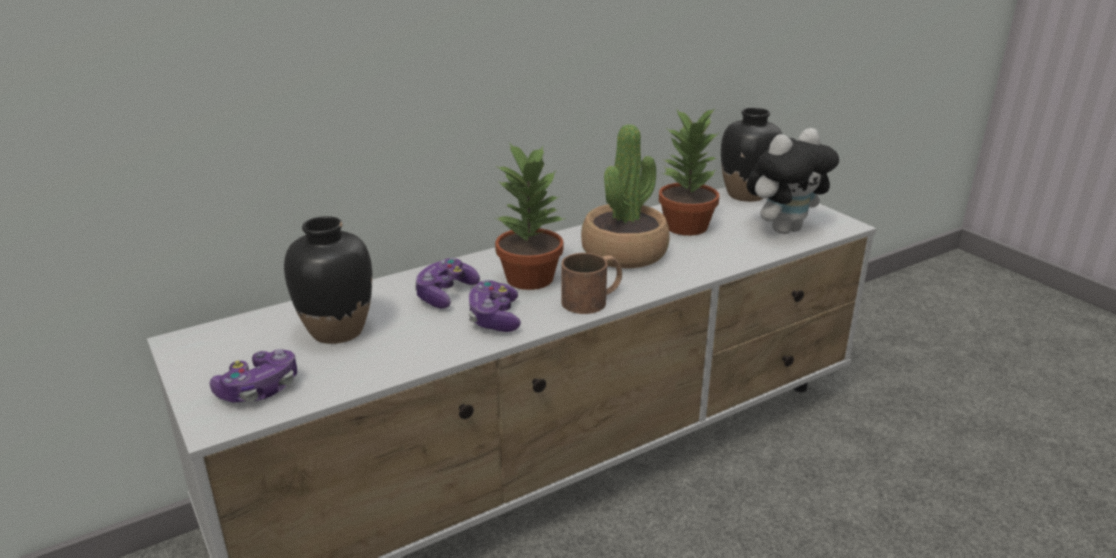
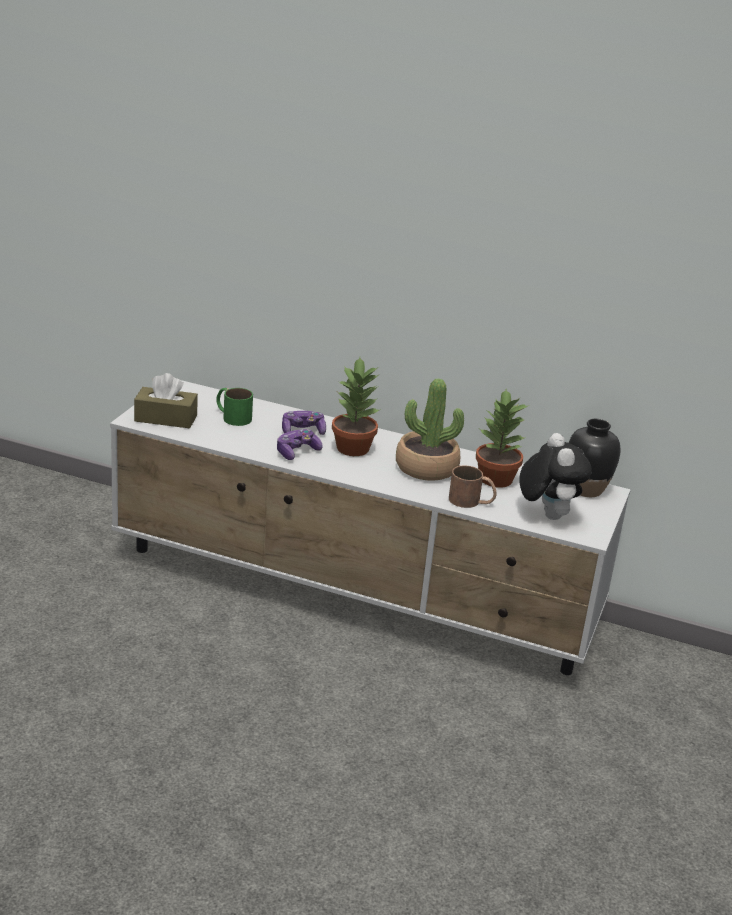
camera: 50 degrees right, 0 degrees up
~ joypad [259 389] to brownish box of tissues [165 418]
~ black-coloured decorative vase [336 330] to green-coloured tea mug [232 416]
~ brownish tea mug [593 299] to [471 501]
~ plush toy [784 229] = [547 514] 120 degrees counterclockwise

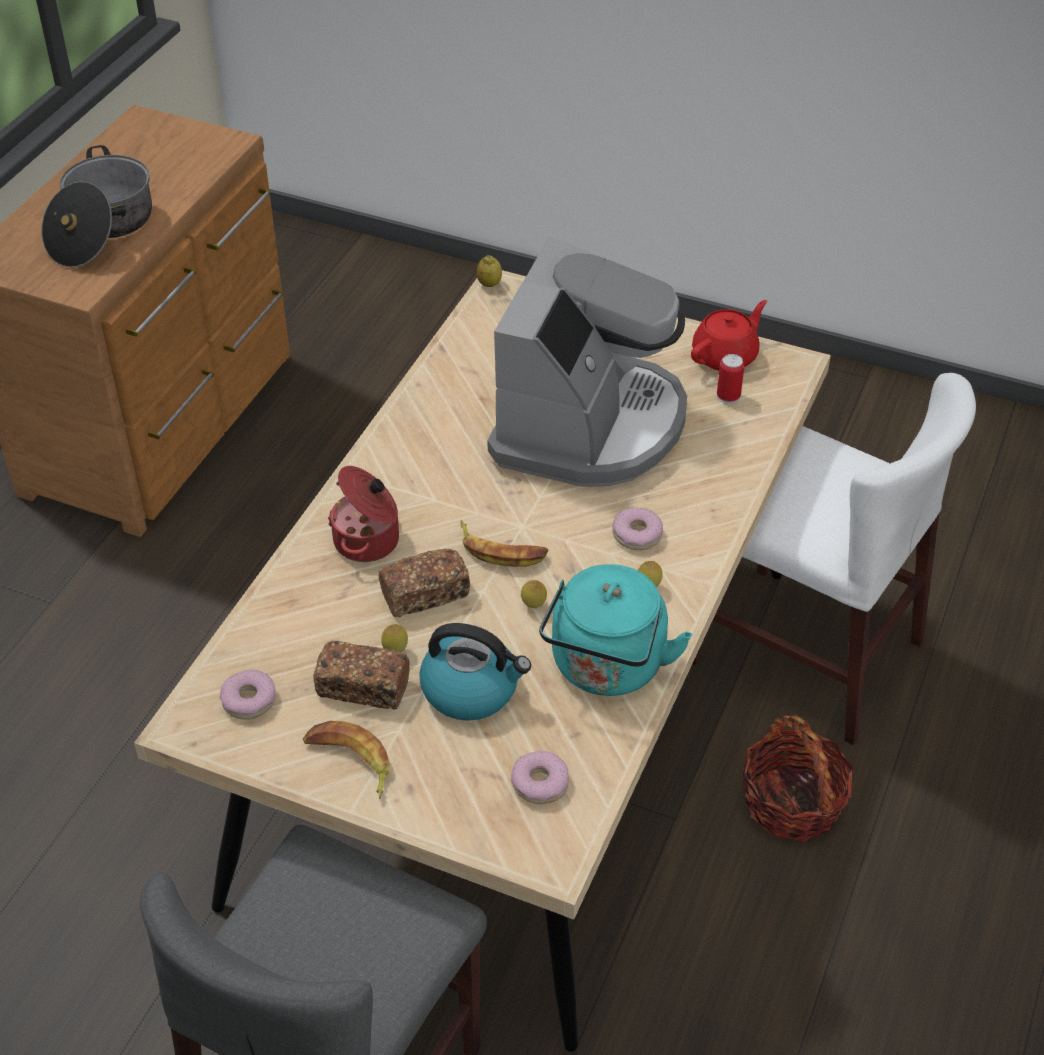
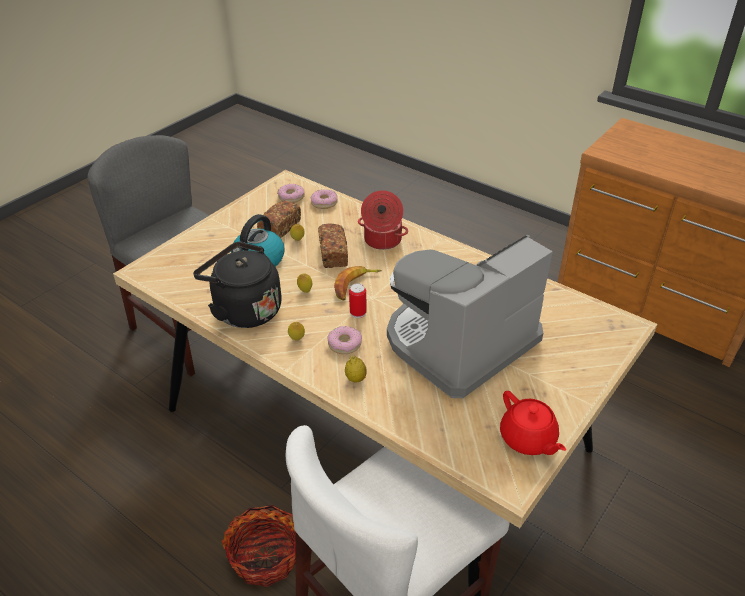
camera: 105 degrees right, 5 degrees down
~ turquoise tea kettle [607 669] to black-coloured tea kettle [244 310]
~ donut [540 783] to [324 203]
~ whole lemon [489 284] to [356 379]
~ can [728 396] to [358 313]
~ coffee machine [589 425] = [459 343] 105 degrees clockwise
- cooking pot [101 229]
- banana fruit [349 762]

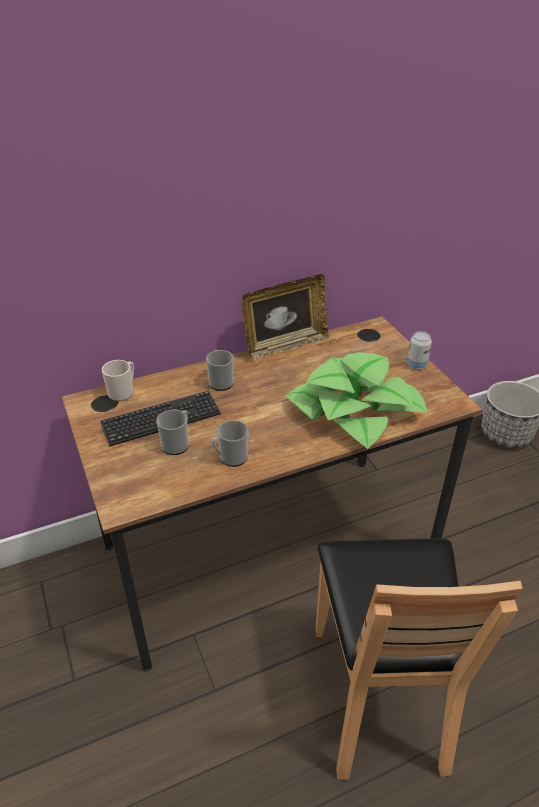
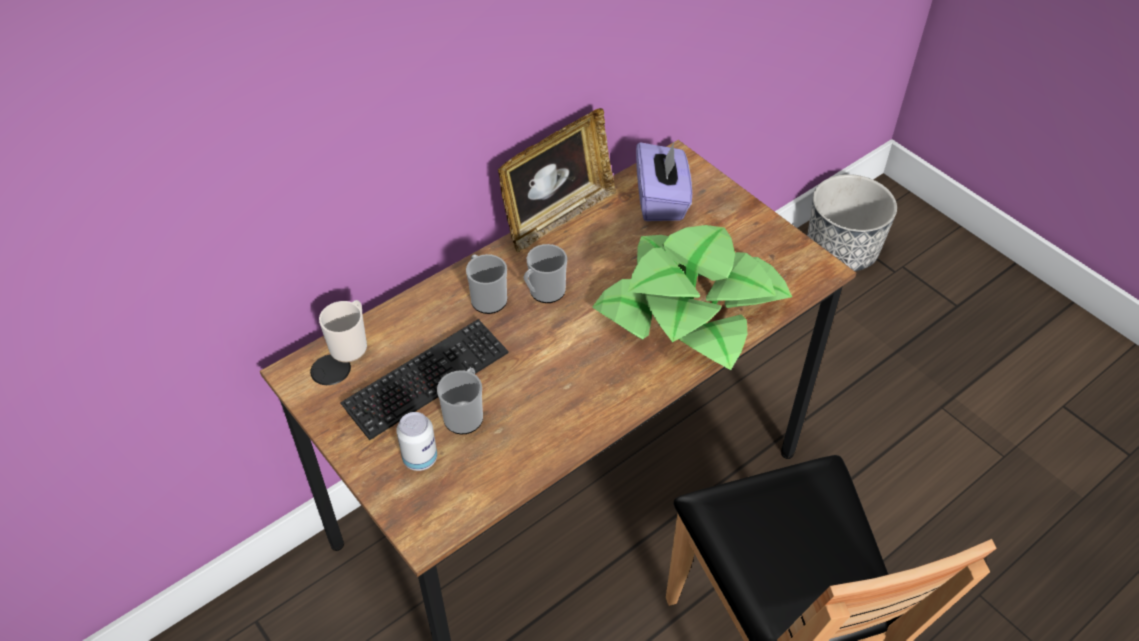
camera: 15 degrees left, 10 degrees up
~ can [416 365] to [420 458]
~ tea mug [230 458] to [544 292]
+ purple box of tissues [661 200]

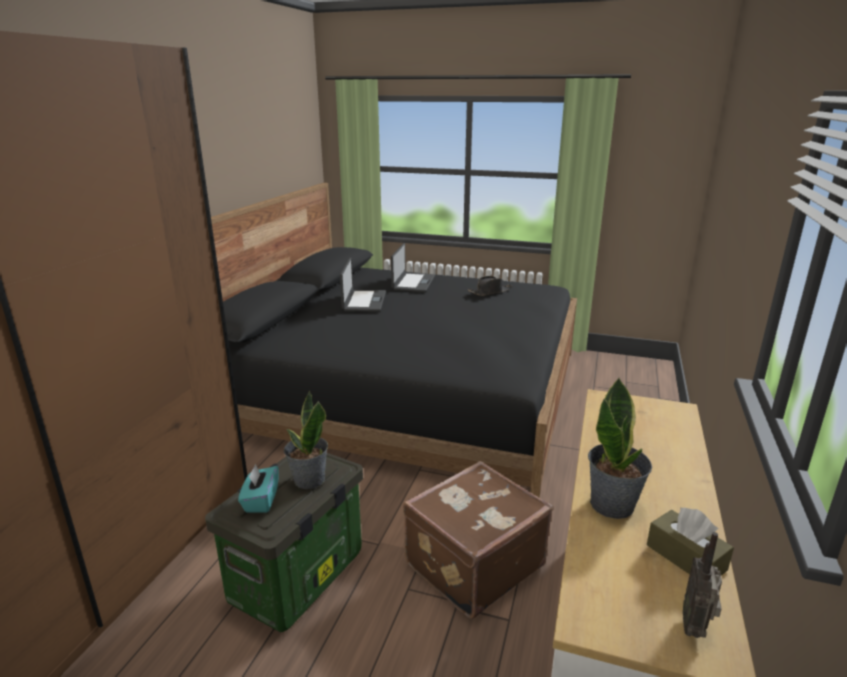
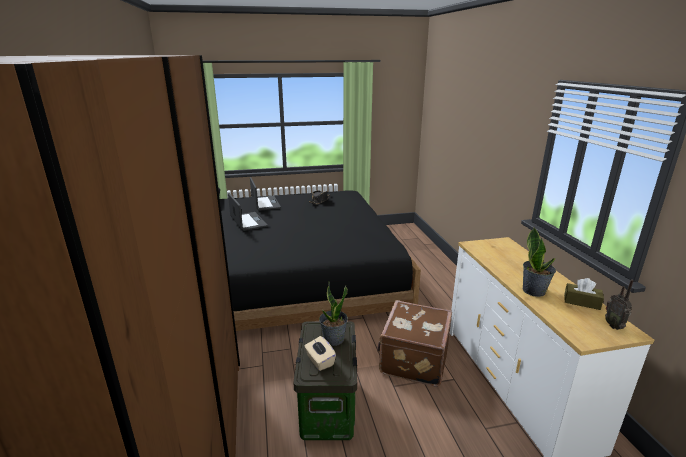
camera: 30 degrees left, 0 degrees up
~ turquoise box of tissues [261 500] to beige-coloured box of tissues [319 361]

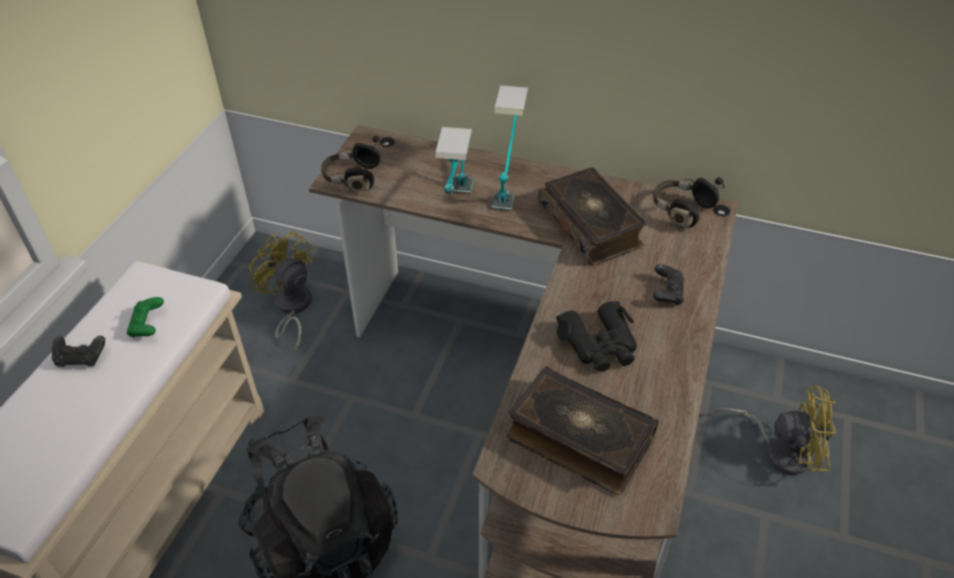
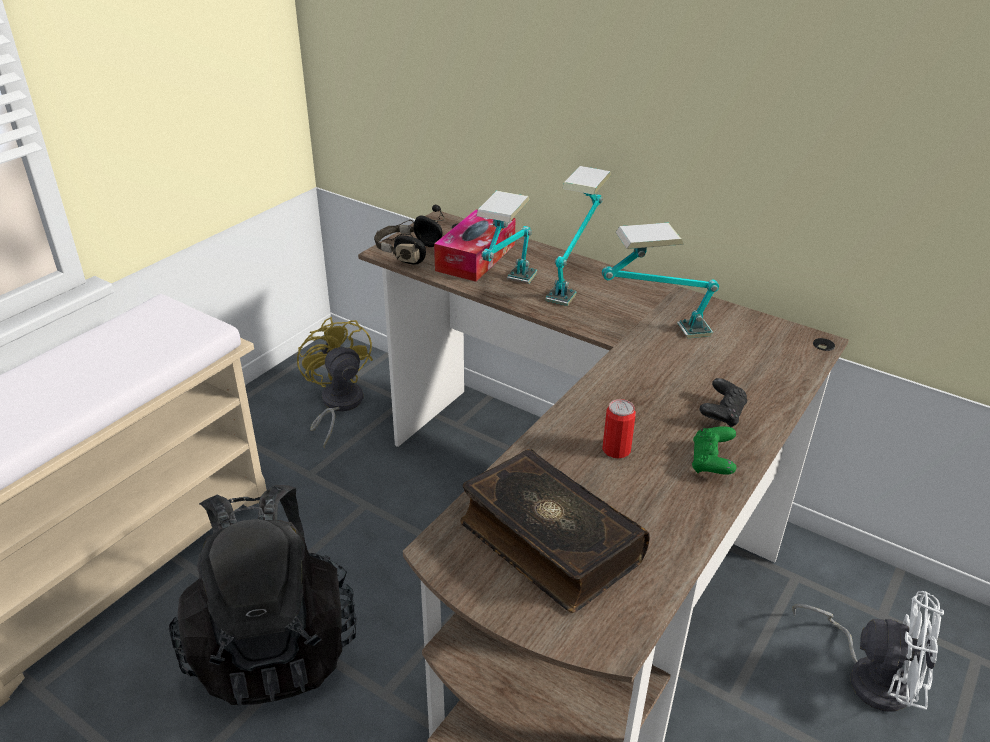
camera: 15 degrees right, 10 degrees down
+ box of tissues [476 257]
~ bound book [590 226] to tabletop lamp [654 334]
~ black-coloured pair of binoculars [599 344] to can [616 450]
~ green-coloured joypad [148 326] to [712 462]
~ yellow cooling fan [779 449] to whitish cooling fan [870 675]
- black-coloured joypad [81 358]
- black-coloured pair of headphones [681 210]

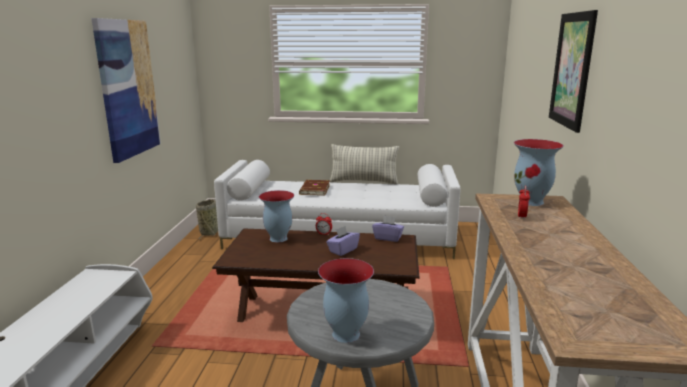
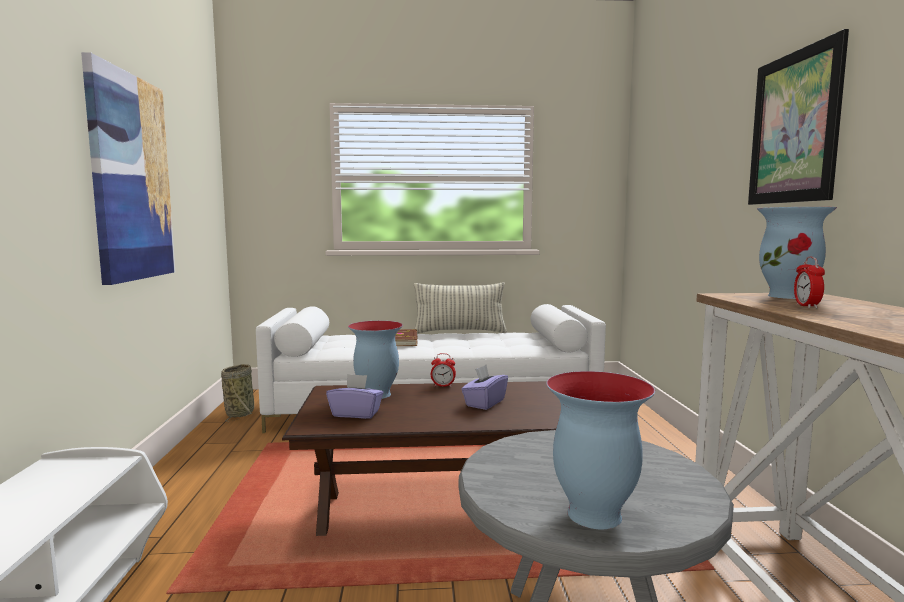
camera: 10 degrees left, 10 degrees down
~ purple box of tissues [388 238] to [356 413]

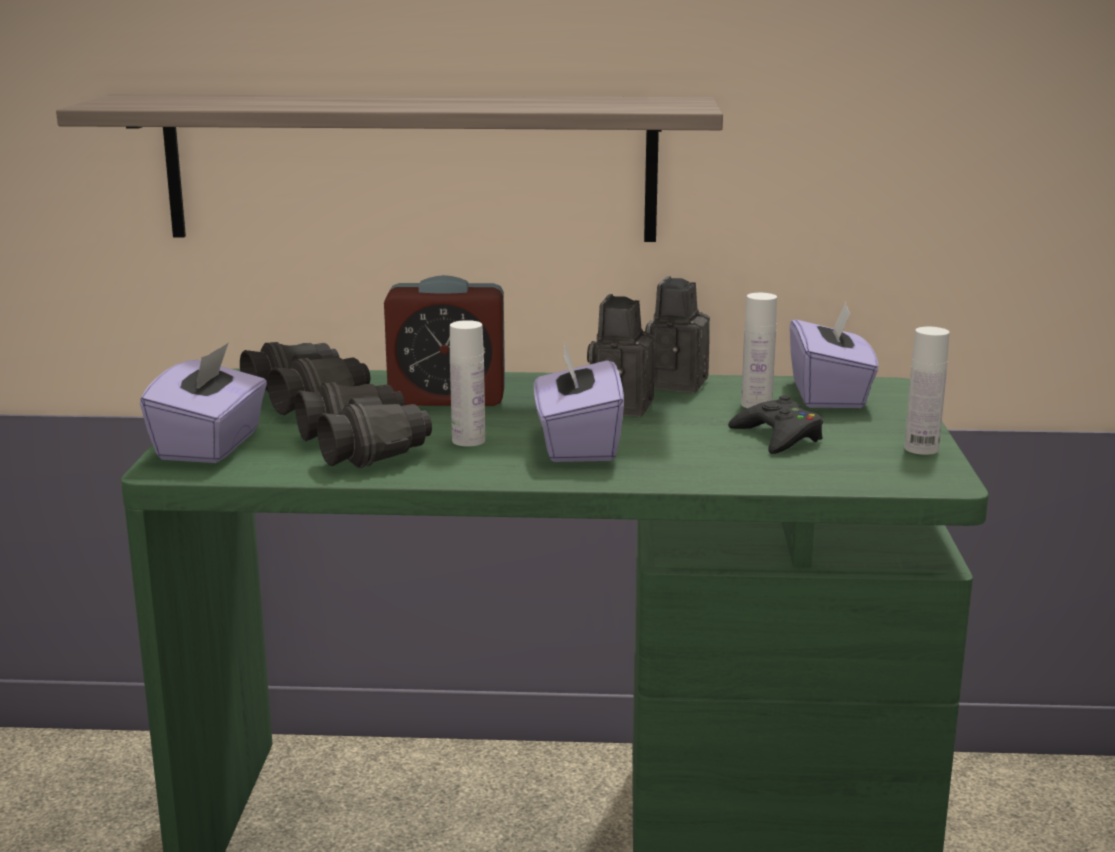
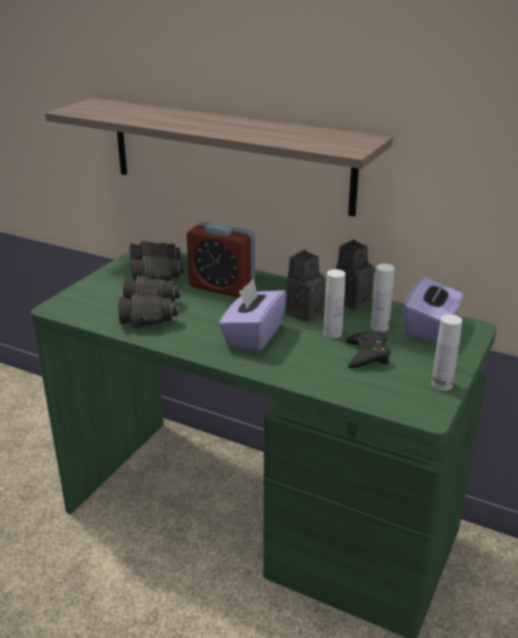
camera: 25 degrees right, 10 degrees up
~ whitish bottle [468 440] to [332 333]
- purple box of tissues [211 445]

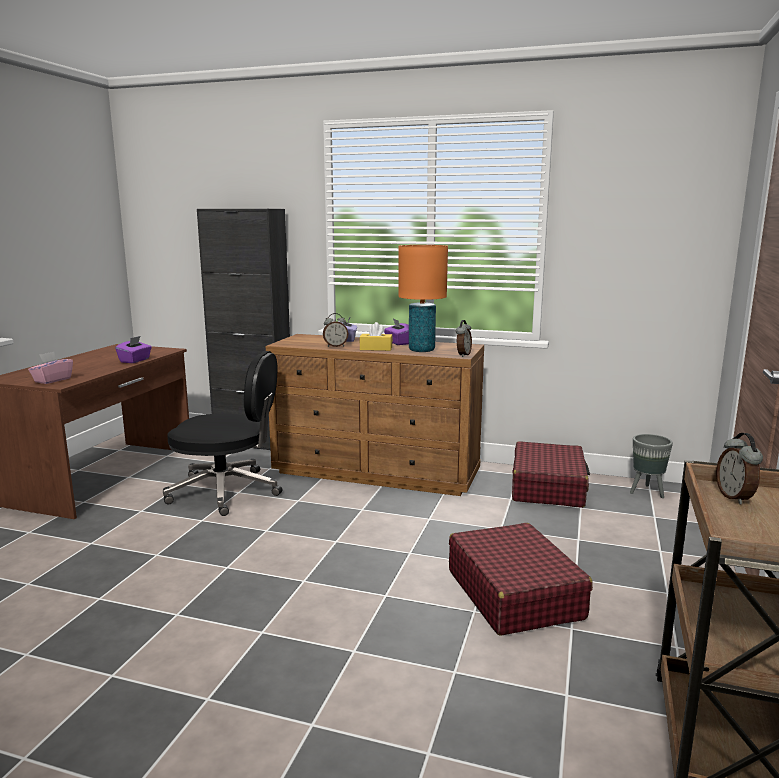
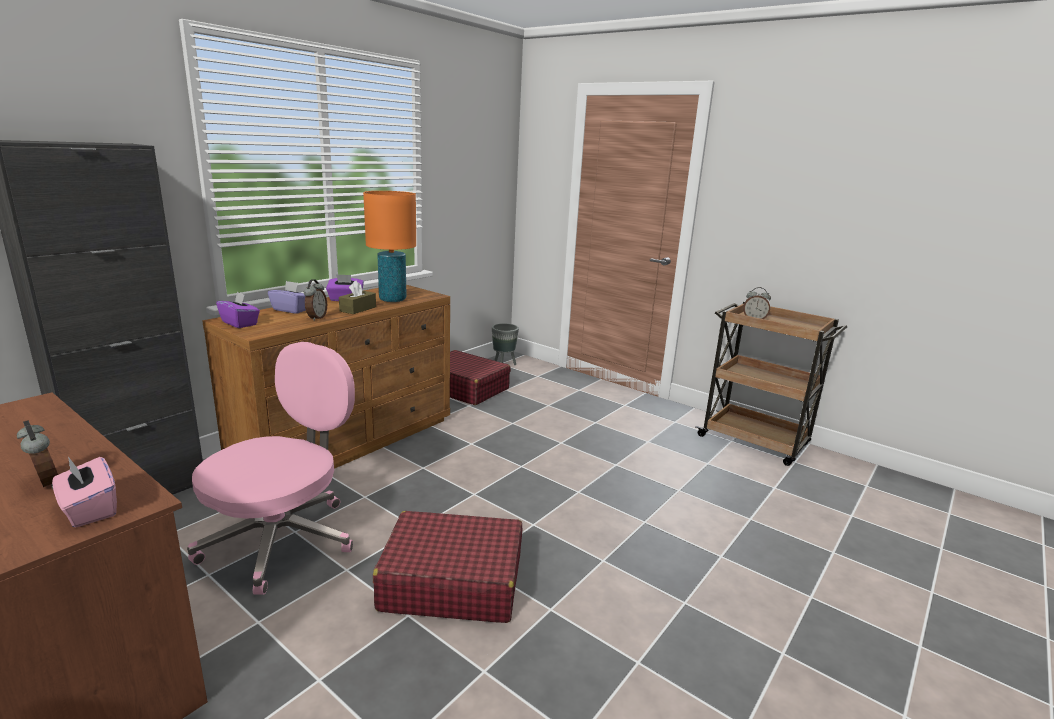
camera: 70 degrees left, 5 degrees up
~ table clock [463 355] to [45 484]
~ black-coloured desk chair [227 491] to pink-coloured desk chair [282 539]
~ purple box of tissues [135 360] to [240 323]
~ yellow box of tissues [376 348] to brownish box of tissues [358 309]
~ red-coloured piece of luggage [514 594] to [451 582]

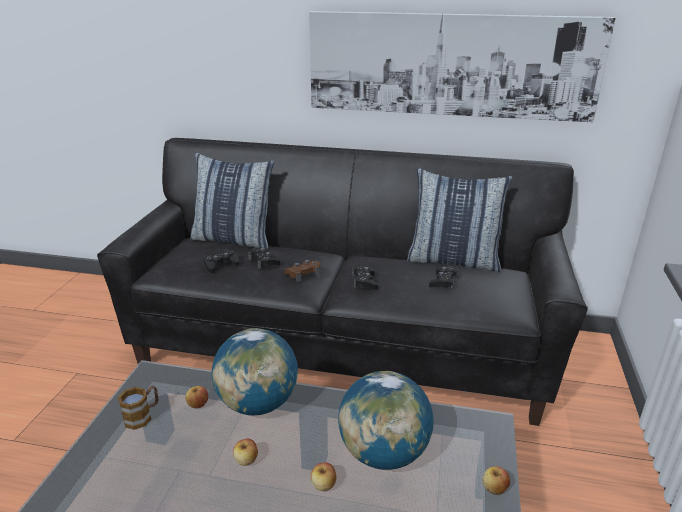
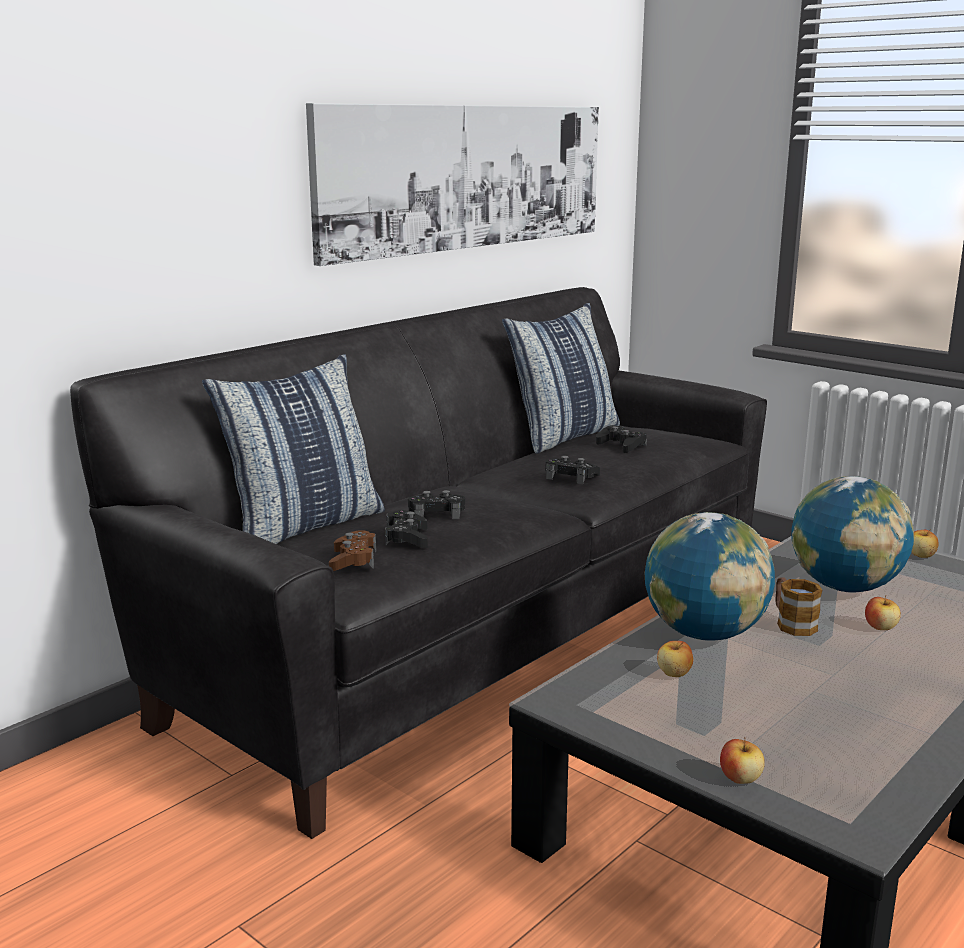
camera: 60 degrees left, 10 degrees down
~ brownish joypad [303 274] to [353 560]
~ whole apple [246 460] to [740 778]
~ tea mug [143 416] to [792 623]

